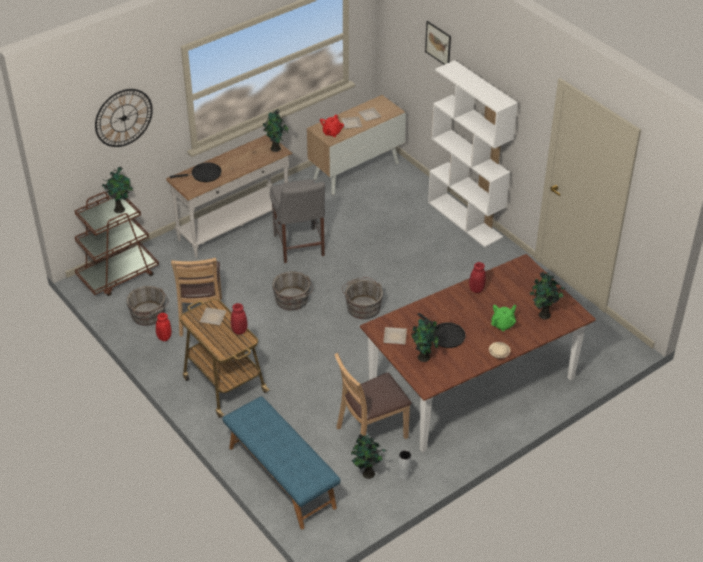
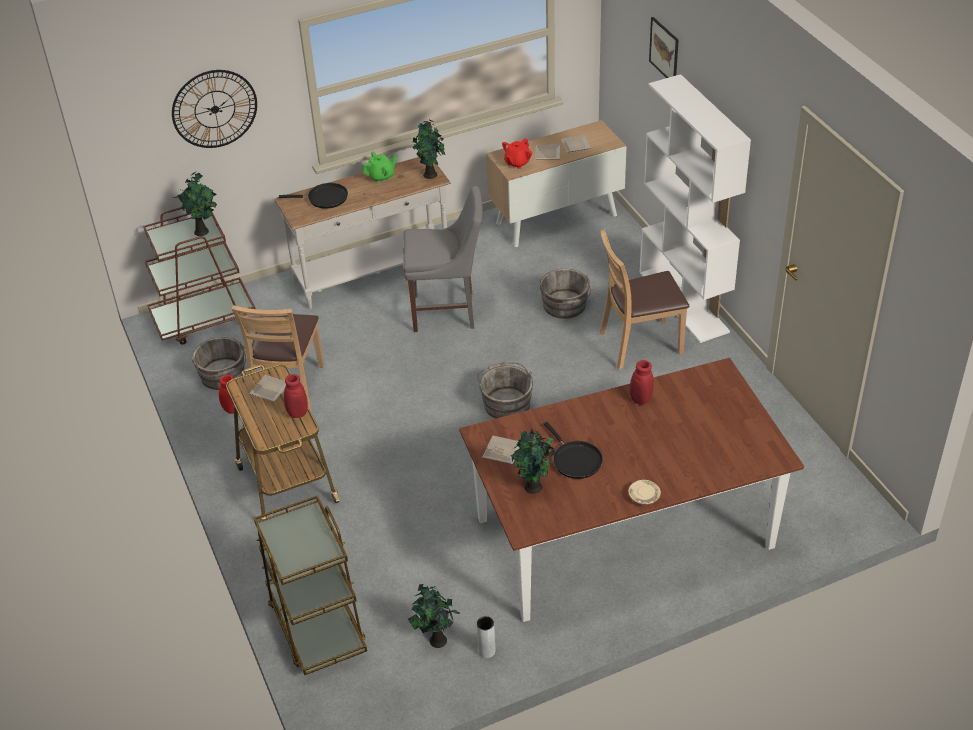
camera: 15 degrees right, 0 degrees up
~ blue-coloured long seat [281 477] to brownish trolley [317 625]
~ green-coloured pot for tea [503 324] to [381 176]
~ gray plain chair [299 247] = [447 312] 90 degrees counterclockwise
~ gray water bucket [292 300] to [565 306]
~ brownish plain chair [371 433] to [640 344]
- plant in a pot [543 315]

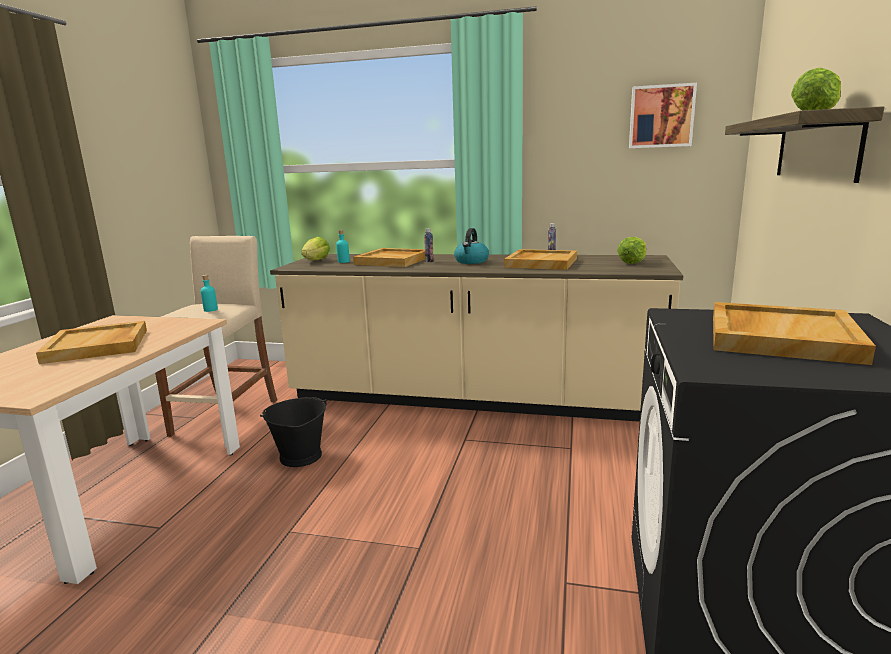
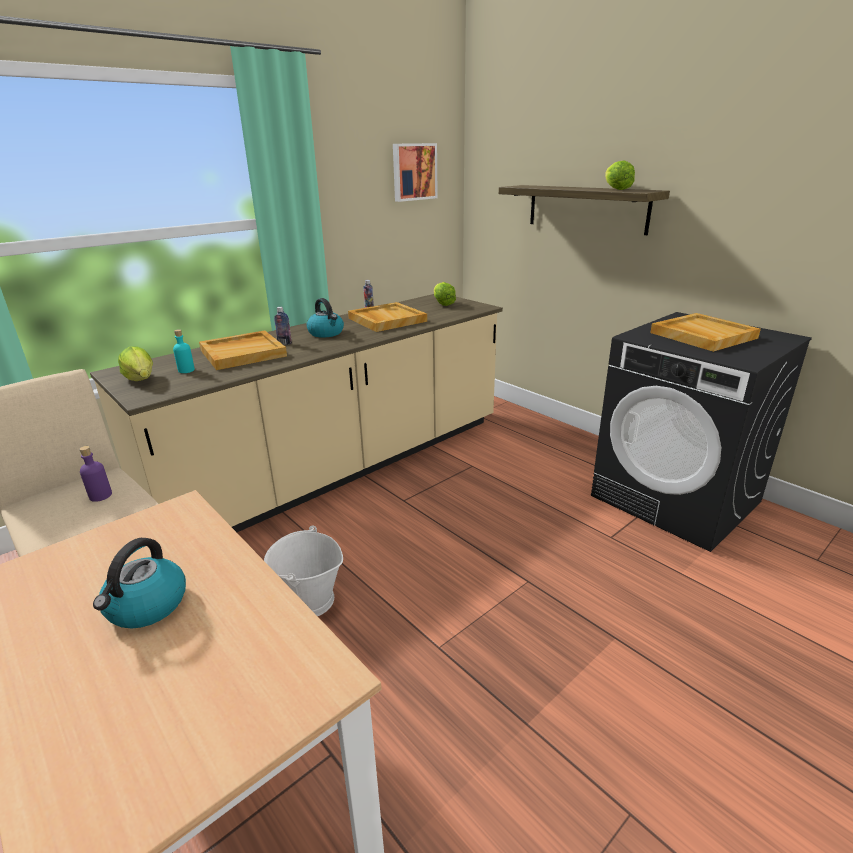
camera: 55 degrees left, 10 degrees up
~ turquoise bottle [210 310] to purple bottle [100 495]
~ beige-coloured carrying tray [98 346] to tea kettle [146 606]
~ black-coloured water bucket [300 456] to whitish water bucket [309 601]

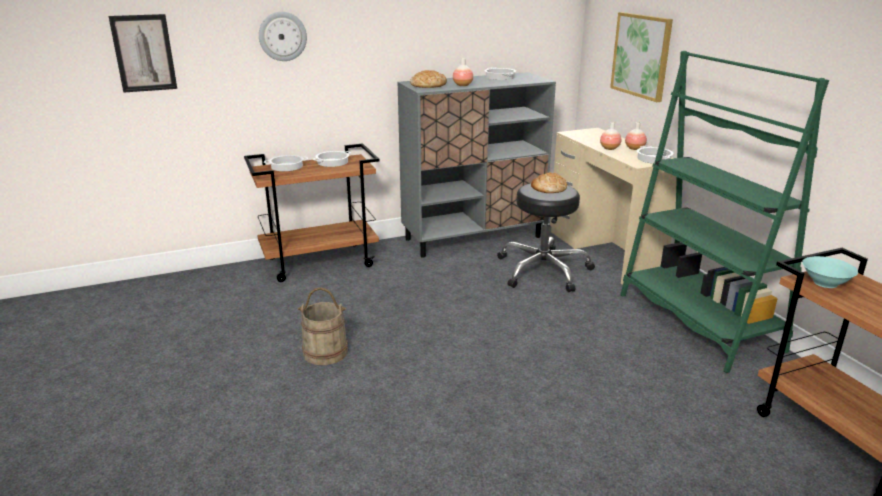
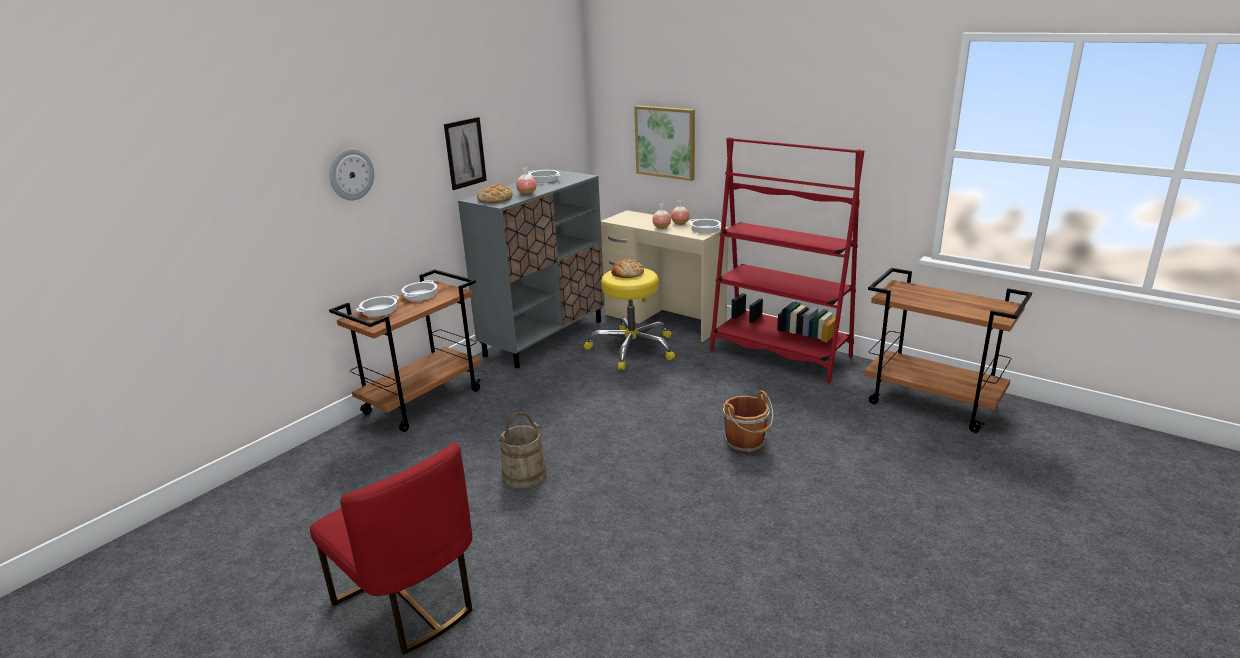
camera: 30 degrees left, 0 degrees up
+ red-coloured plain chair [409 602]
~ wall art [144 53] to [465 153]
~ black-coloured stool [543 270] to yellow stool [633 348]
~ green-coloured shelving unit [698 322] to red-coloured shelving unit [780 354]
+ brownish water bucket [746 443]
- turquoise serving bowl [824 283]

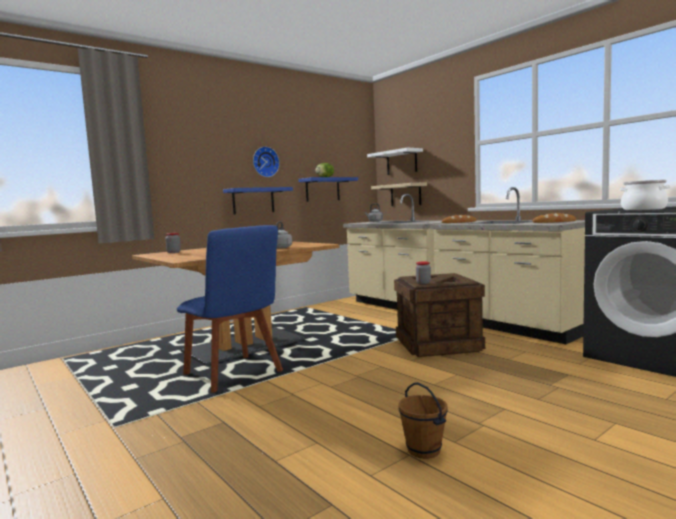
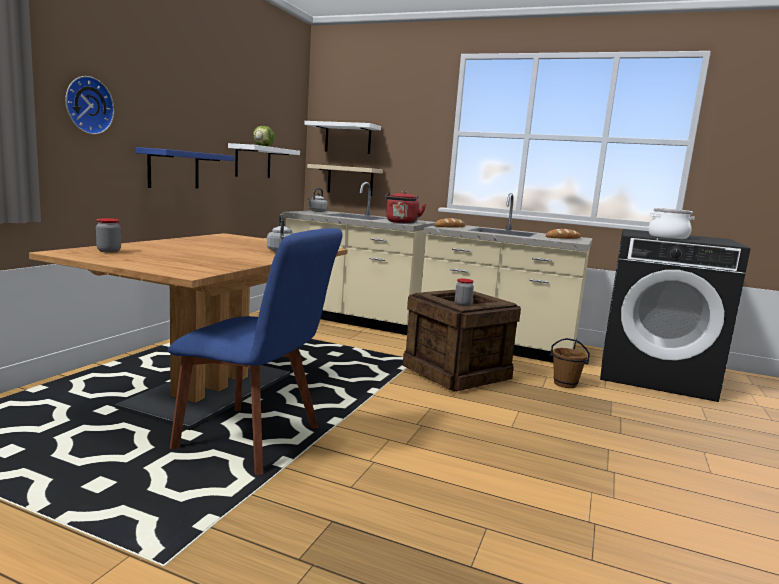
camera: 30 degrees left, 5 degrees up
~ clock on the wall [265 162] to [87 105]
~ blue-coloured shelf [322 189] to whitish shelf [253 162]
+ red-coloured tea kettle [401 222]
~ brownish water bucket [424 450] to [565 384]

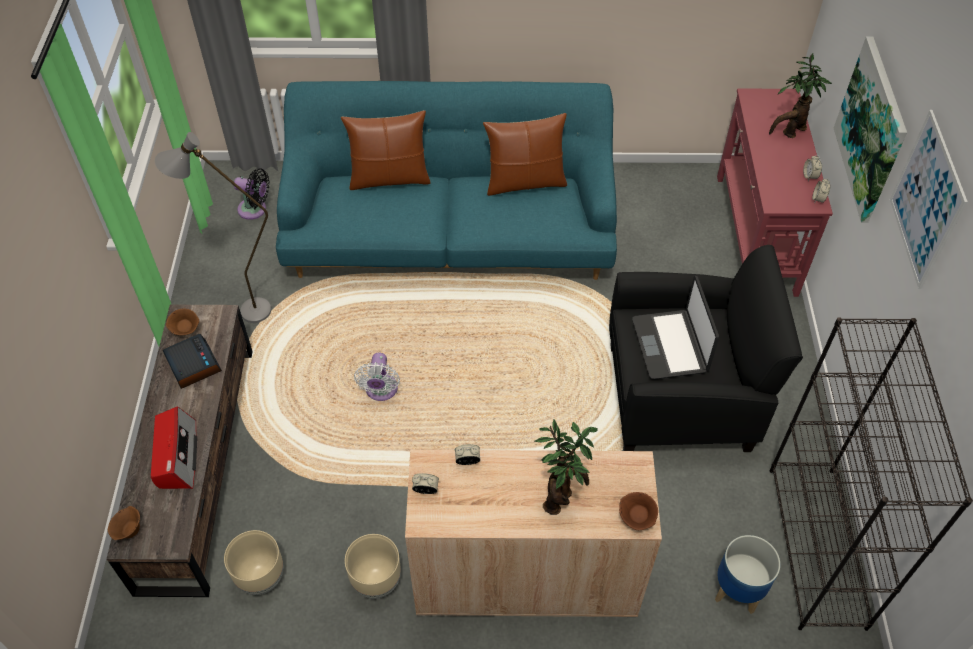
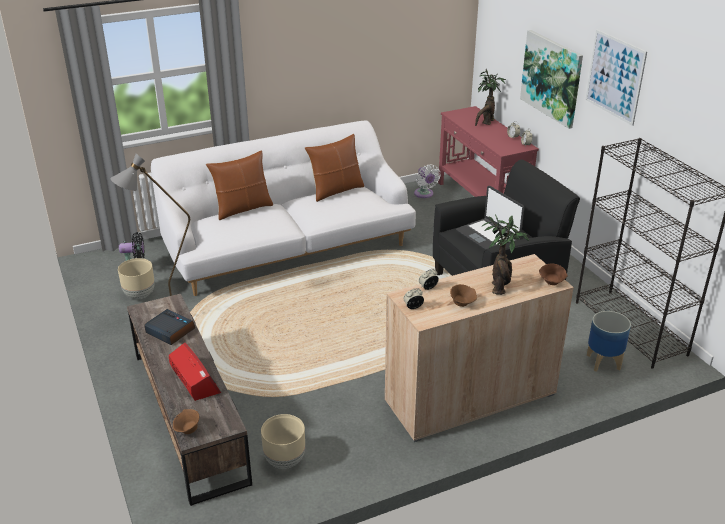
camera: 25 degrees left, 20 degrees down
~ beige-coloured plant pot [376 581] to [140 295]
~ turquoise sofa [450 233] to whitish sofa [287 247]
~ whitish cooling fan [381 391] to [424 194]
~ brownish serving bowl [186 330] to [462 303]

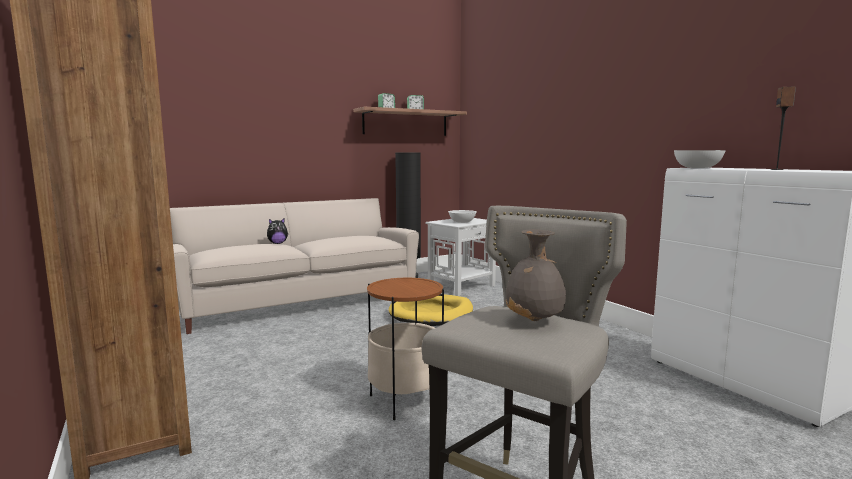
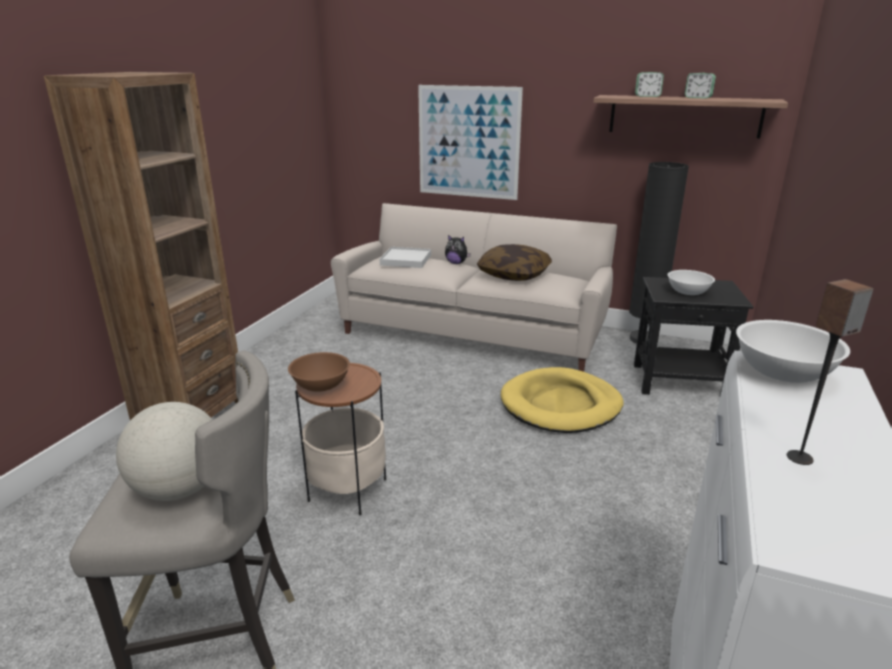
camera: 50 degrees right, 15 degrees up
~ gray decorative vase [535 321] to globe [179 489]
+ brownish serving bowl [320 385]
+ whitish carrying tray [405 260]
+ wall art [468 142]
+ cushion [514 274]
~ whitish side table [462 286] to black-coloured side table [679 381]

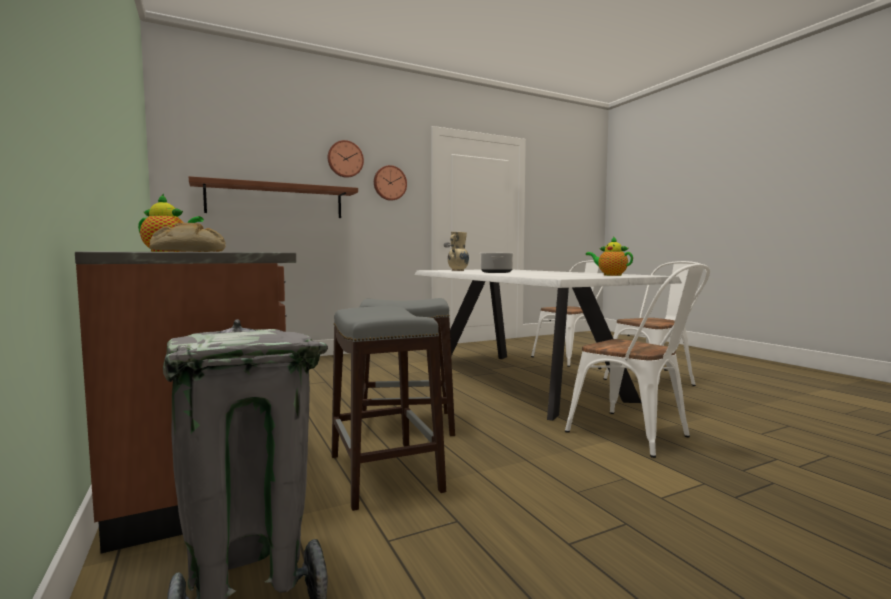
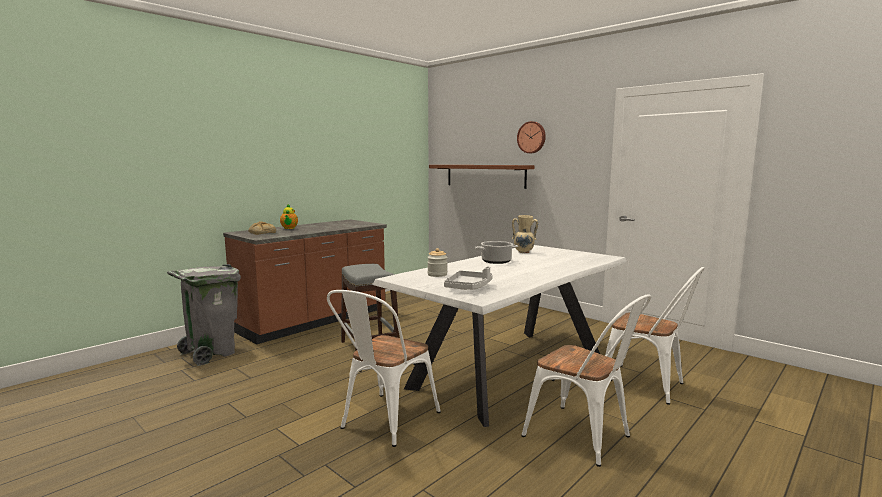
camera: 70 degrees right, 5 degrees up
+ storage jar [437 274]
~ pot for tea [610 275] to gray carrying tray [469 287]
- gray stool [383 473]
- clock on the wall [389 183]

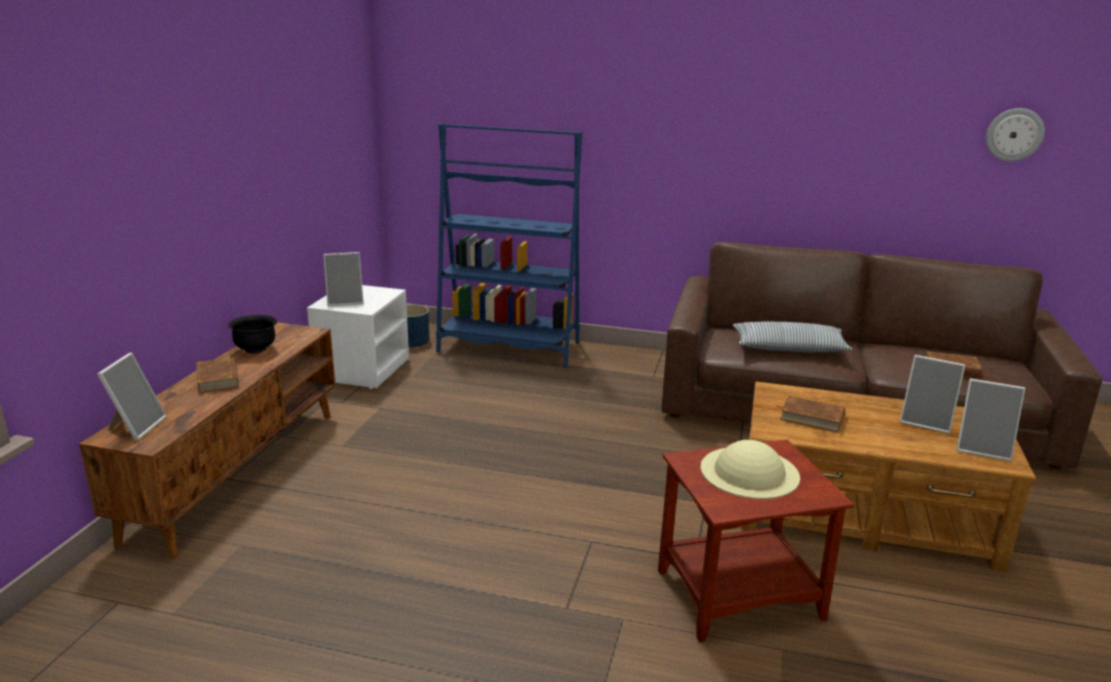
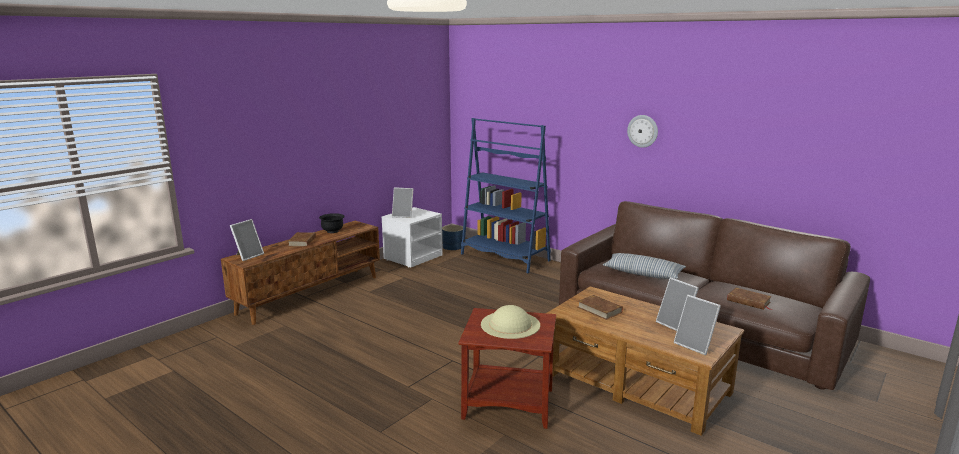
camera: 25 degrees right, 5 degrees down
~ clock on the wall [1014 134] to [642 131]

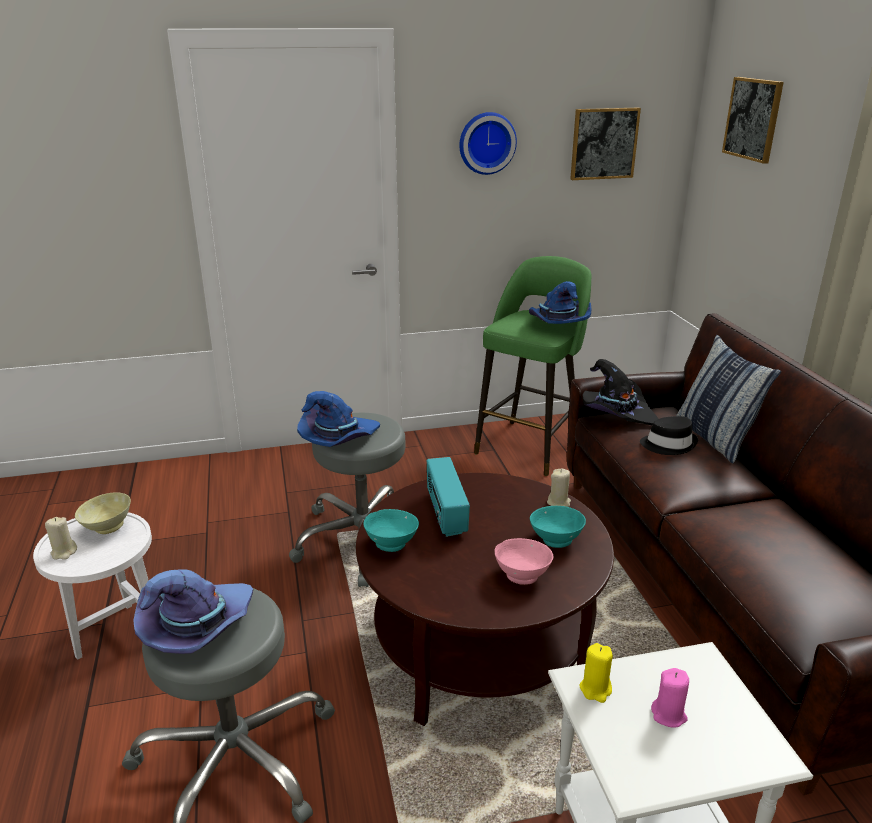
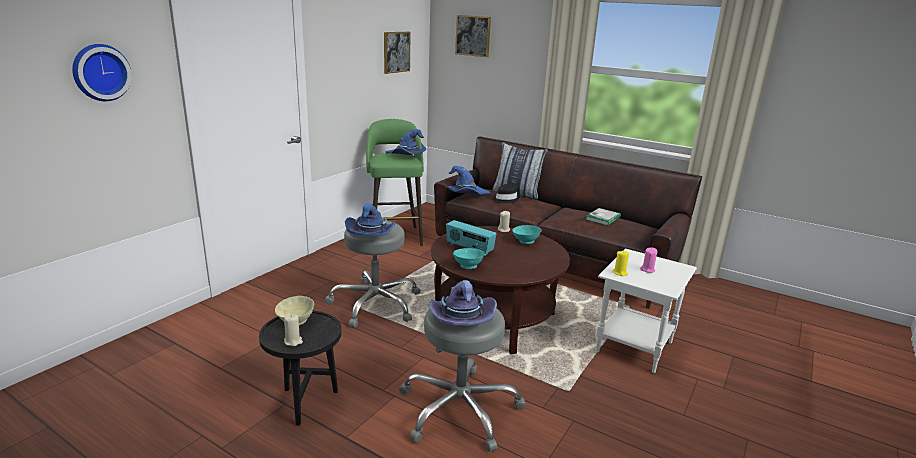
camera: 45 degrees left, 5 degrees down
~ clock on the wall [486 143] to [100 72]
~ whitish side table [116 636] to black-coloured side table [306 404]
~ black-coloured clothing hat [617 413] to blue-coloured clothing hat [466 193]
+ bound book [603 218]
- pink-coloured serving bowl [523 575]

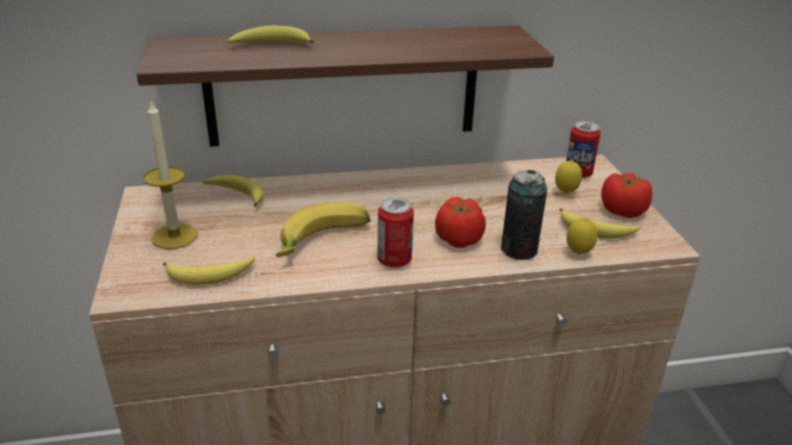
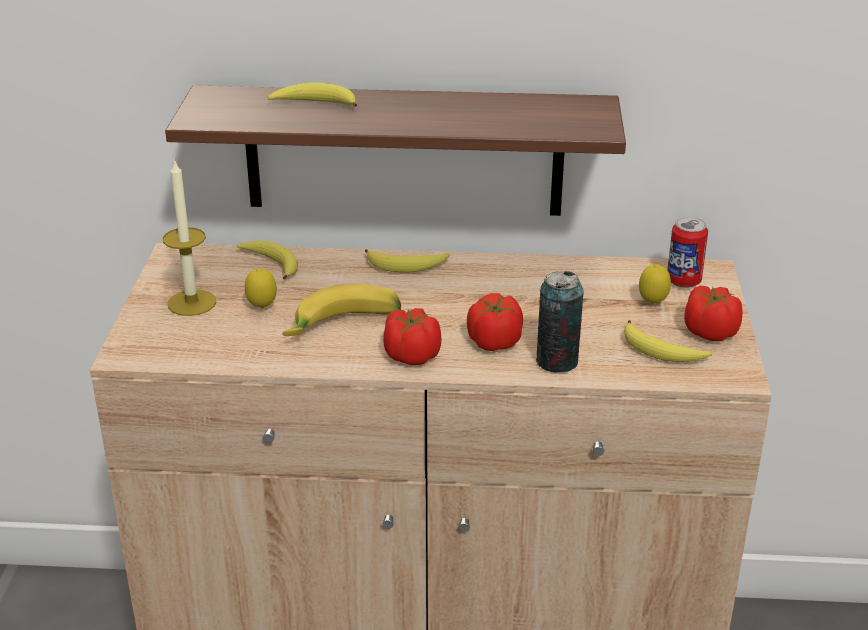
camera: 15 degrees right, 0 degrees up
~ whole lemon [578 253] to [262 307]
~ banana fruit [210 276] to [406 266]
~ can [394 260] to tomato [411 355]

